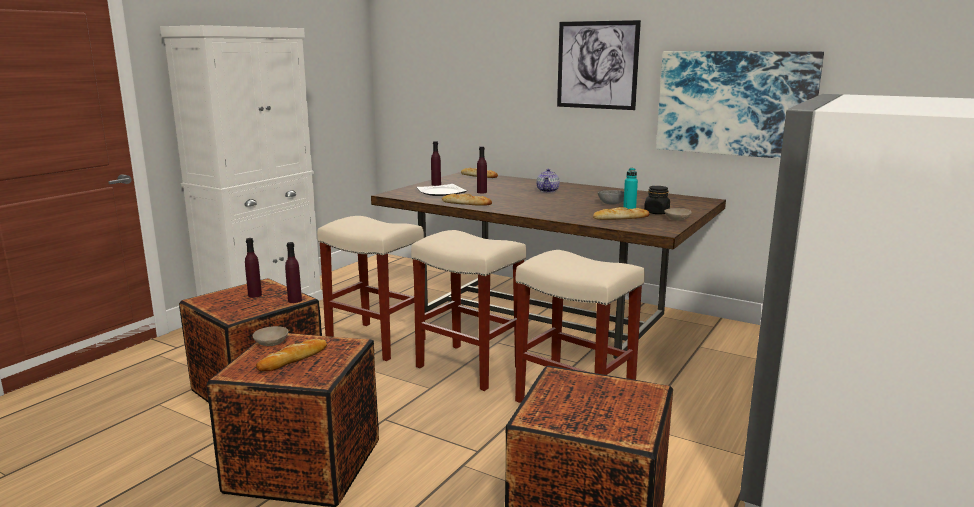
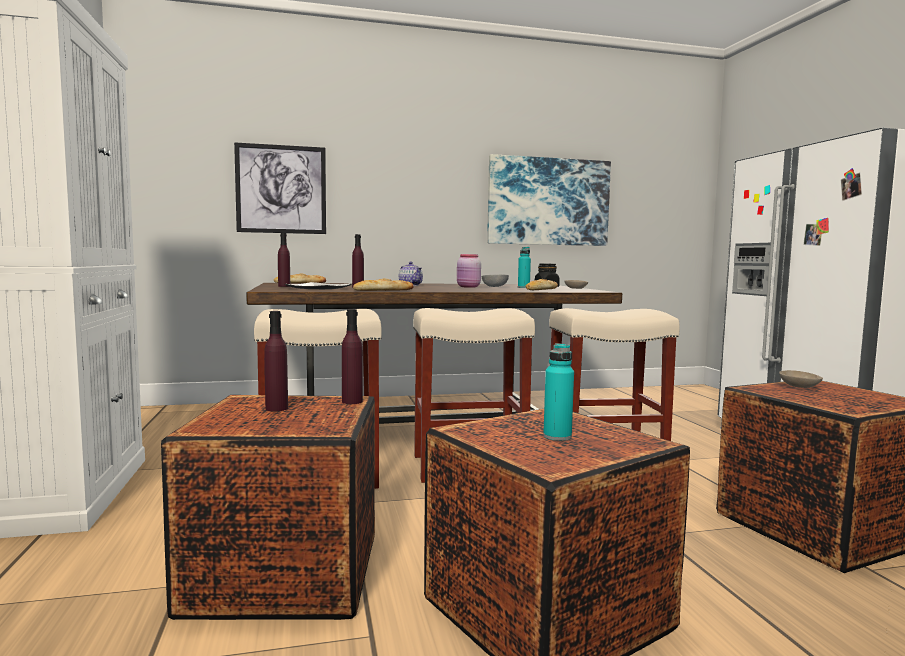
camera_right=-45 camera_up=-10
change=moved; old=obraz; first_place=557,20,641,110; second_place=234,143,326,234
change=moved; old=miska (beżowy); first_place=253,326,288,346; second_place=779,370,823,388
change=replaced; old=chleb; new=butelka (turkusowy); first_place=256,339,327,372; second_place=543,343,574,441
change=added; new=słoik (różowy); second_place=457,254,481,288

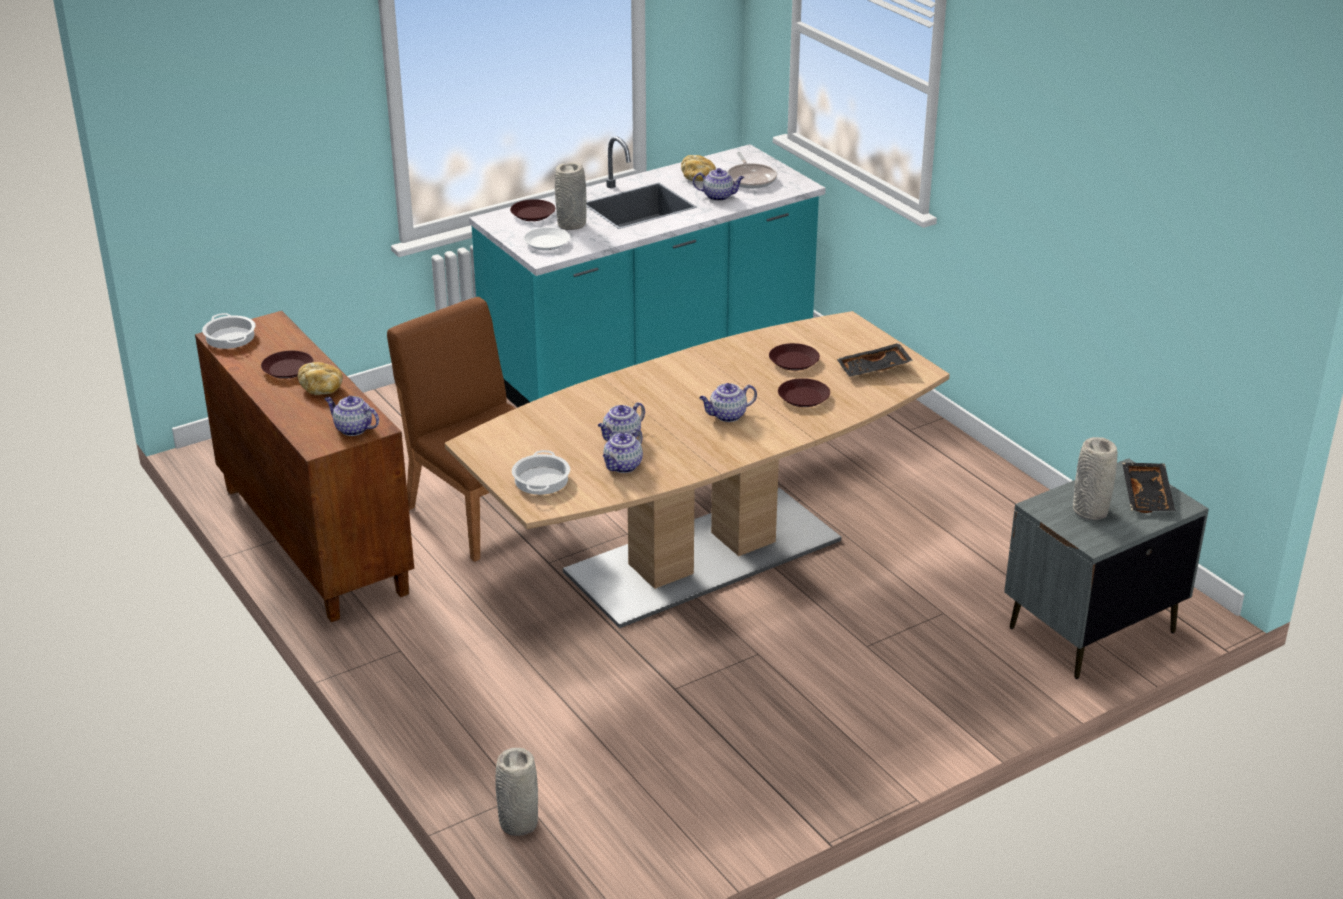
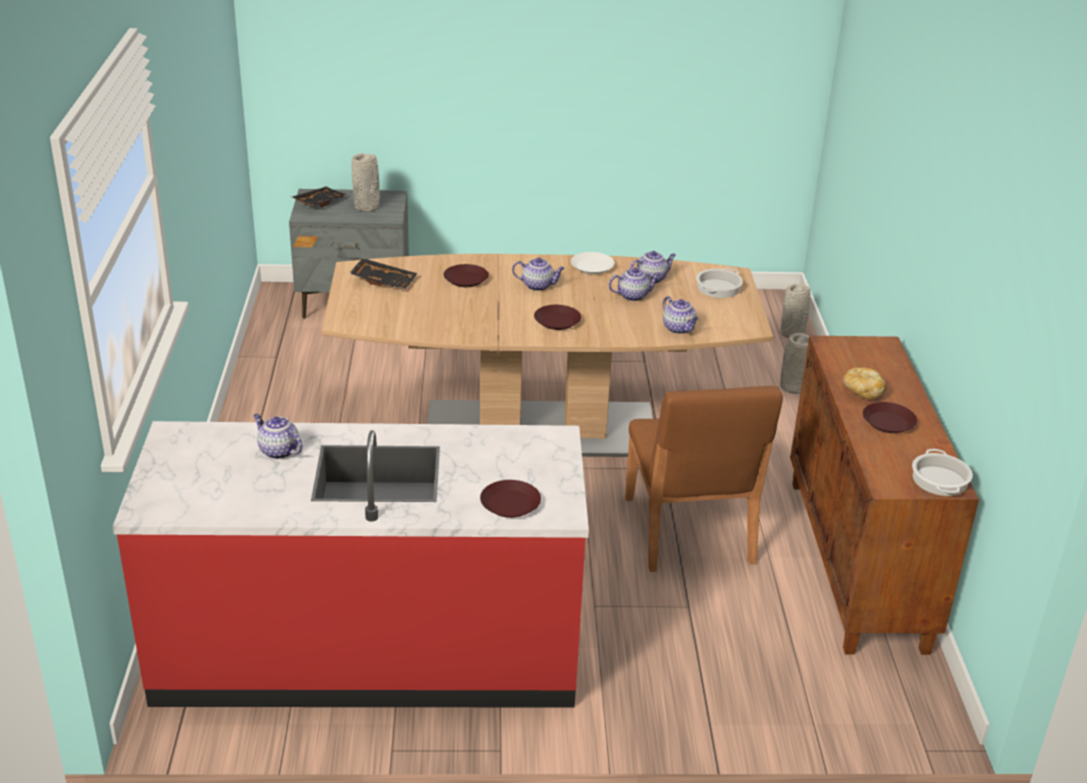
camera_right=-150 camera_up=0
change=recoloured; old=zabudowa kuchenna (turkusowy); new=zabudowa kuchenna (czerwony); first_place=469,136,826,408; second_place=112,421,589,708
change=removed; old=patelnia; first_place=727,152,777,189
change=removed; old=chleb; first_place=681,155,716,181
change=moved; old=wazon (szary); first_place=555,162,587,230; second_place=780,333,809,394
change=moved; old=talerz (biały); first_place=524,227,570,251; second_place=571,252,615,274
change=moved; old=talerz (brązowy); first_place=769,343,820,371; second_place=534,305,581,330
change=moved; old=imbryk; first_place=325,396,379,436; second_place=663,296,698,334

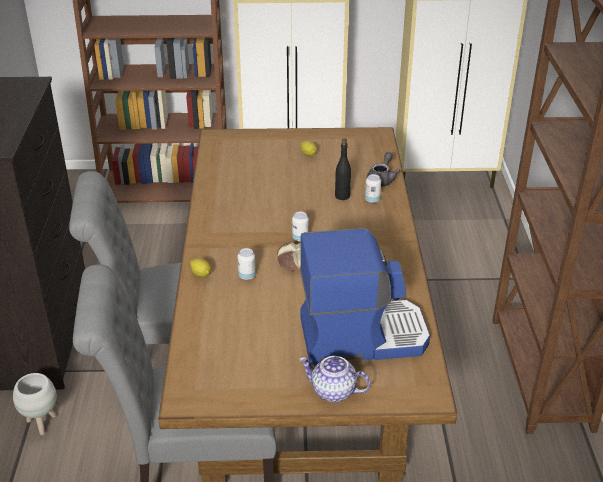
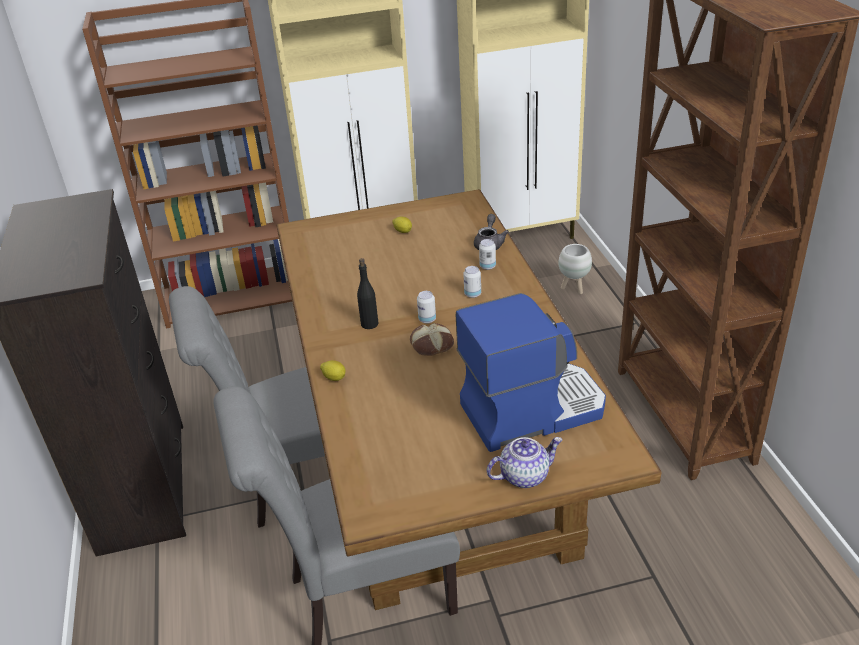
camera_right=-10 camera_up=0
change=moved; old=butelka (czarny); first_place=335,138,351,200; second_place=357,258,378,329
change=moved; old=puszka; first_place=237,248,256,280; second_place=463,266,481,298
change=turned; old=imbryk; first_place=299,356,371,402; second_place=487,437,562,488; degrees=150
change=moved; old=donica (biały); first_place=13,373,57,435; second_place=558,244,592,294

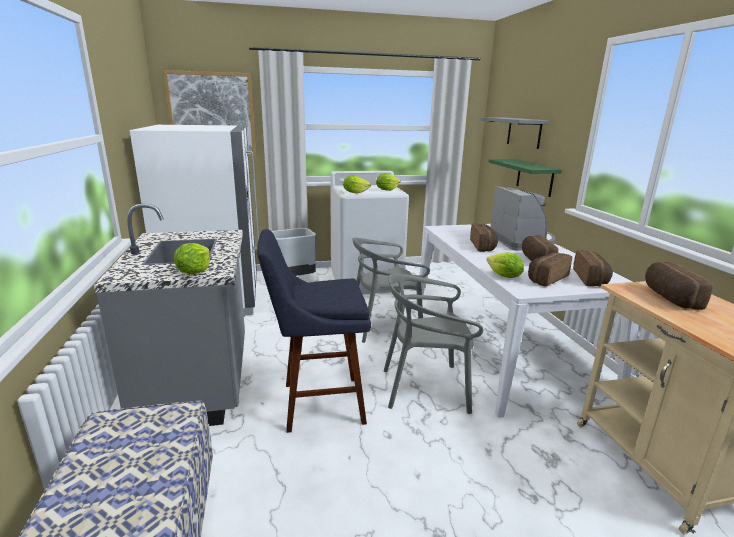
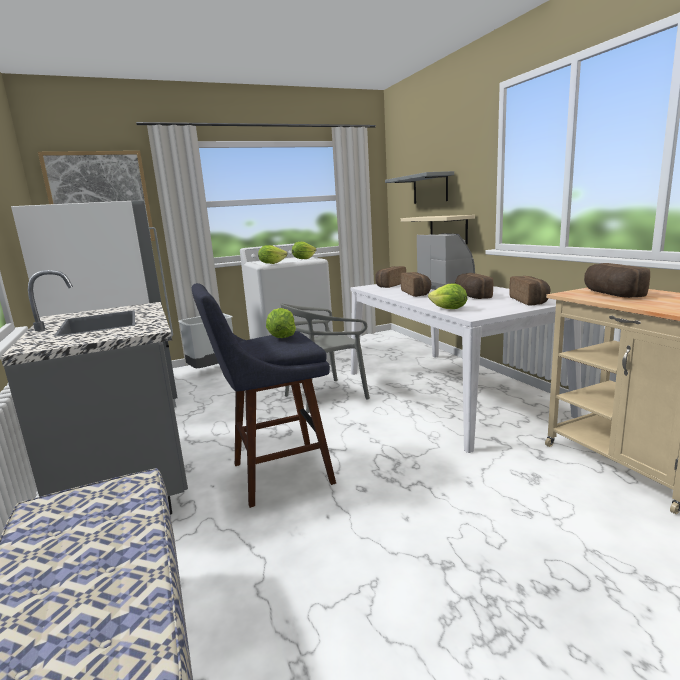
camera_right=-10 camera_up=-5
change=recoloured; old=półka (zielony); new=półka (beżowy); first_place=488,159,562,197; second_place=401,215,475,244
change=moved; old=sałata; first_place=174,243,210,274; second_place=266,308,296,338
change=moved; old=chleb; first_place=528,252,572,287; second_place=375,266,406,288
change=removed; old=krzesło (szary); first_place=384,273,483,414

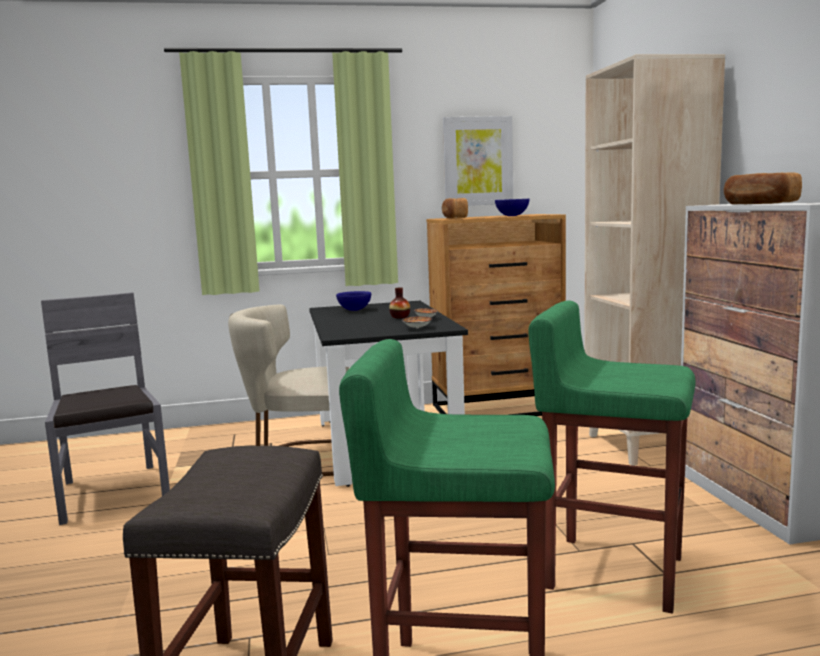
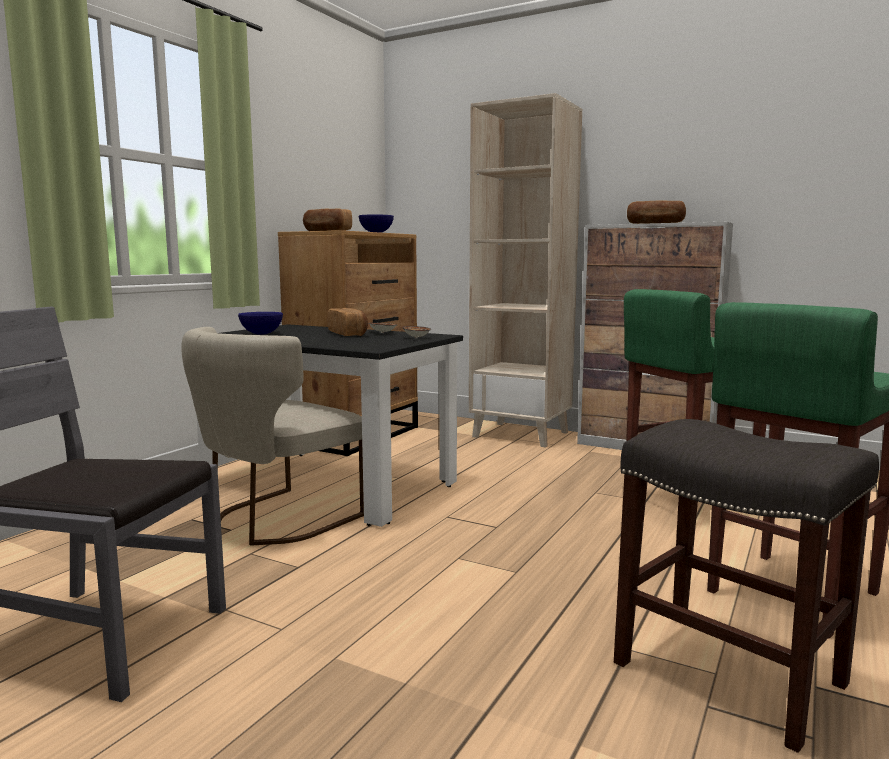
camera_right=-50 camera_up=0
change=removed; old=obraz; first_place=443,116,513,206
change=replaced; old=wazon; new=chleb; first_place=389,287,410,318; second_place=327,308,368,336

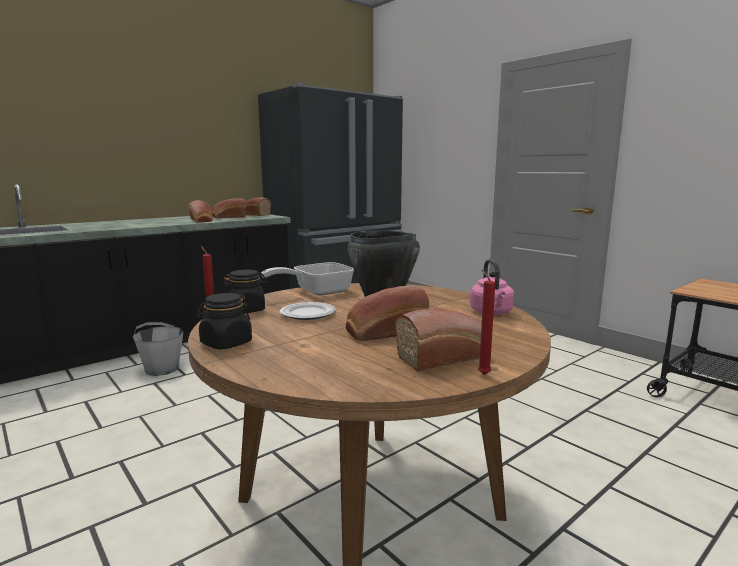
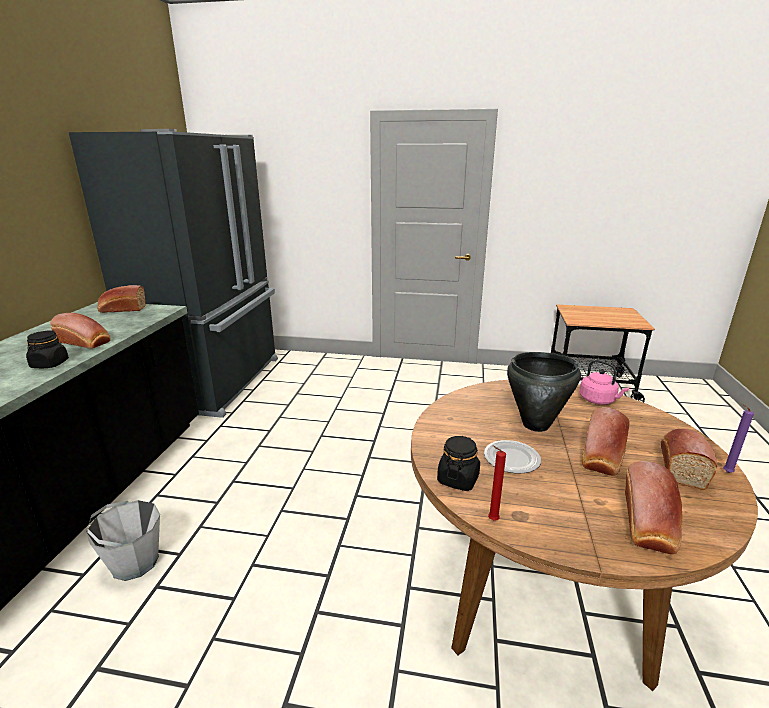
camera_right=-40 camera_up=10
change=moved; old=chleb; first_place=212,198,246,218; second_place=625,461,683,554
change=removed; old=patelnia; first_place=261,262,354,296
change=recoloured; old=świeca (czerwony); new=świeca (fioletowy); first_place=478,269,495,375; second_place=723,404,754,473
change=moved; old=słoik (czarny); first_place=197,293,252,349; second_place=26,330,69,368

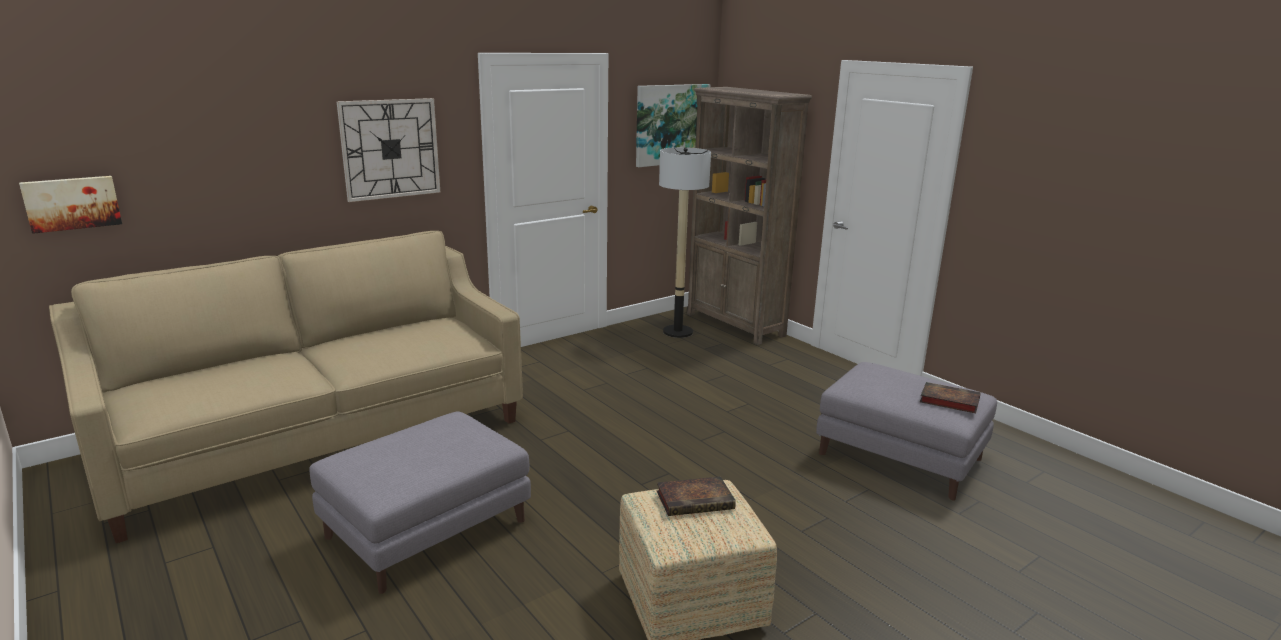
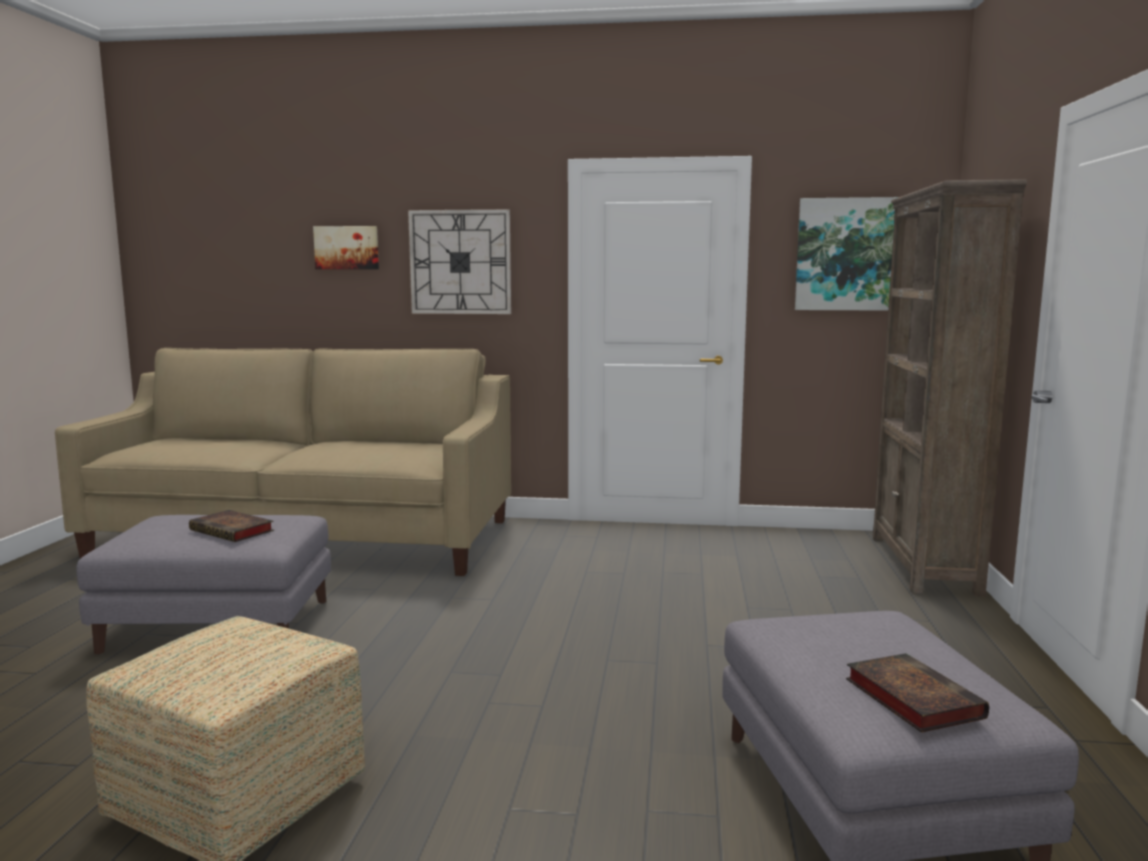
camera_right=45 camera_up=-10
change=removed; old=lampa stojąca; first_place=659,147,711,338
change=moved; old=obraz; first_place=19,176,122,234; second_place=313,226,379,269
change=moved; old=książka; first_place=657,476,736,516; second_place=189,510,274,542

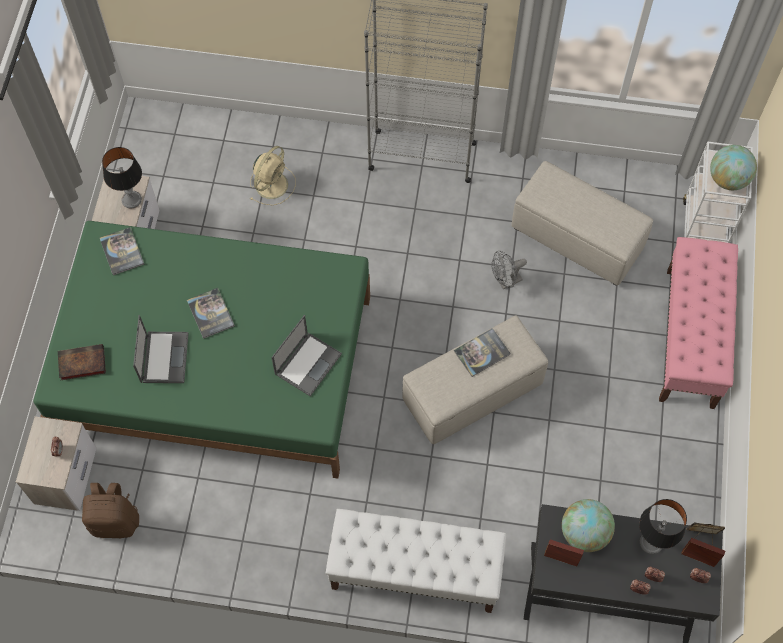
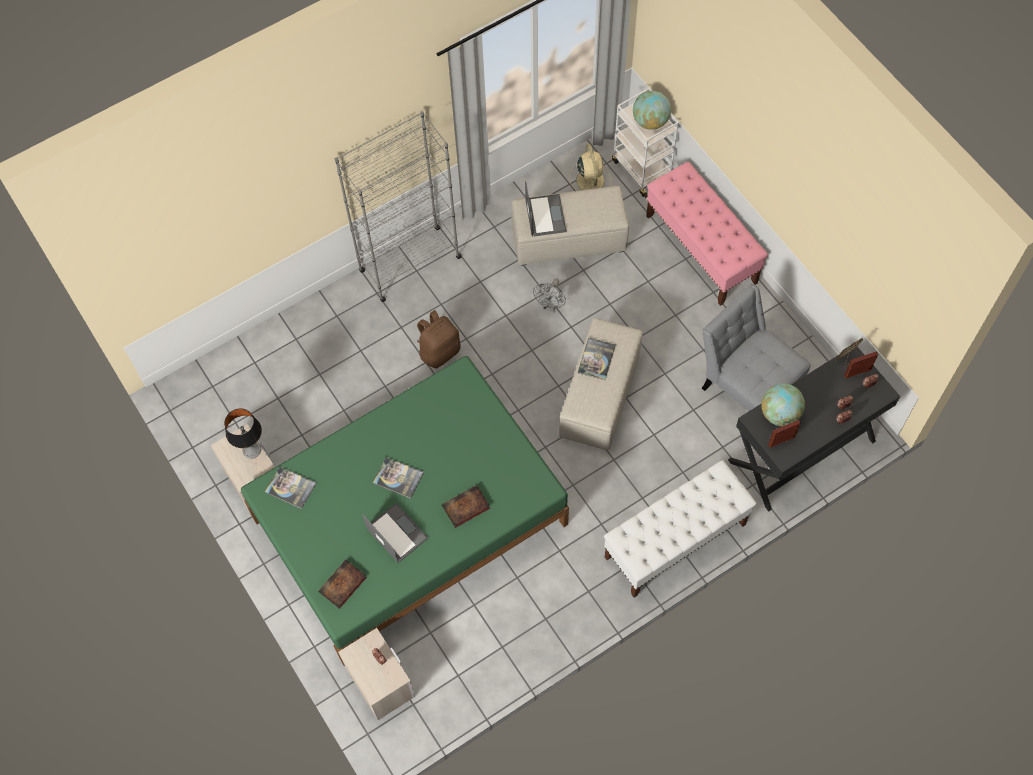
camera_right=-40 camera_up=0
change=moved; old=wentylator (beżowy); first_place=250,146,296,206; second_place=569,144,611,191
change=moved; old=laptop; first_place=271,315,342,396; second_place=525,181,567,237
change=moved; old=plecak (brązowy); first_place=82,483,139,538; second_place=417,310,461,368
change=removed; old=lampa stołowa; first_place=639,499,687,554
change=added; new=krzesło (szary); second_place=702,284,811,411
change=added; new=książka; second_place=442,485,490,528

